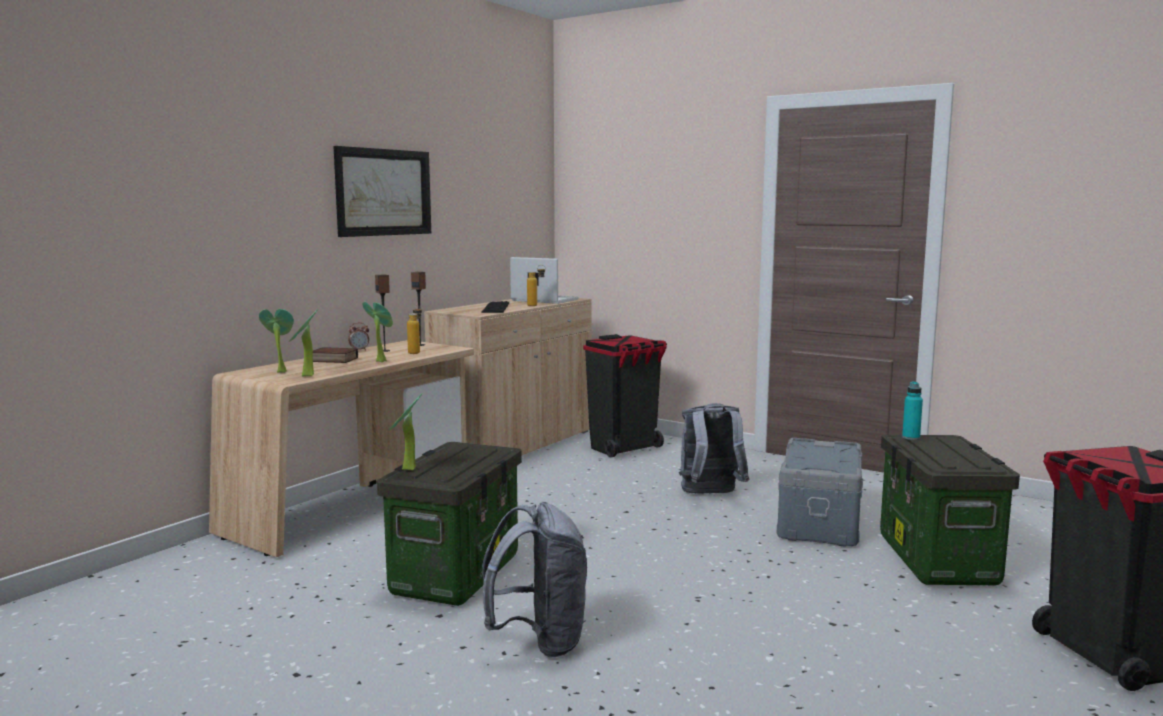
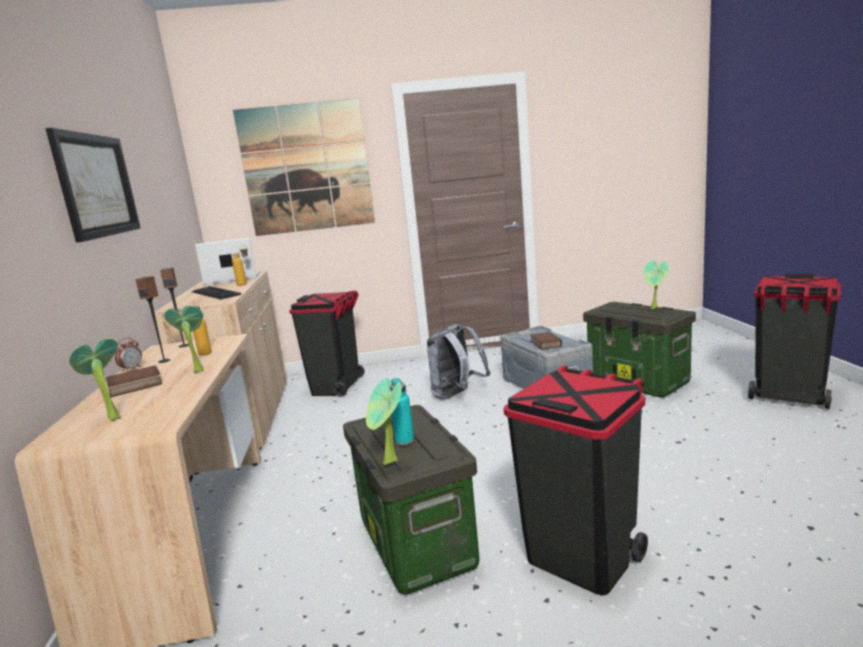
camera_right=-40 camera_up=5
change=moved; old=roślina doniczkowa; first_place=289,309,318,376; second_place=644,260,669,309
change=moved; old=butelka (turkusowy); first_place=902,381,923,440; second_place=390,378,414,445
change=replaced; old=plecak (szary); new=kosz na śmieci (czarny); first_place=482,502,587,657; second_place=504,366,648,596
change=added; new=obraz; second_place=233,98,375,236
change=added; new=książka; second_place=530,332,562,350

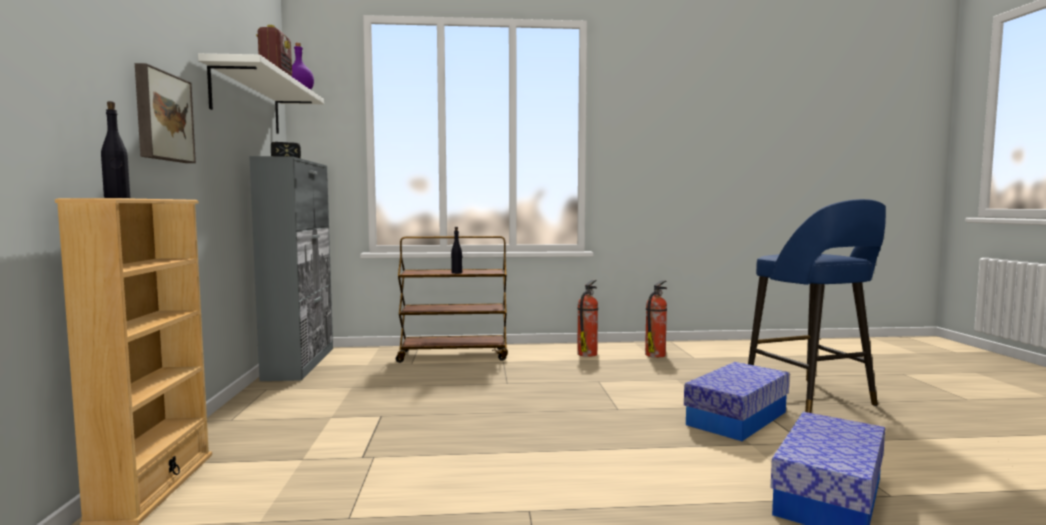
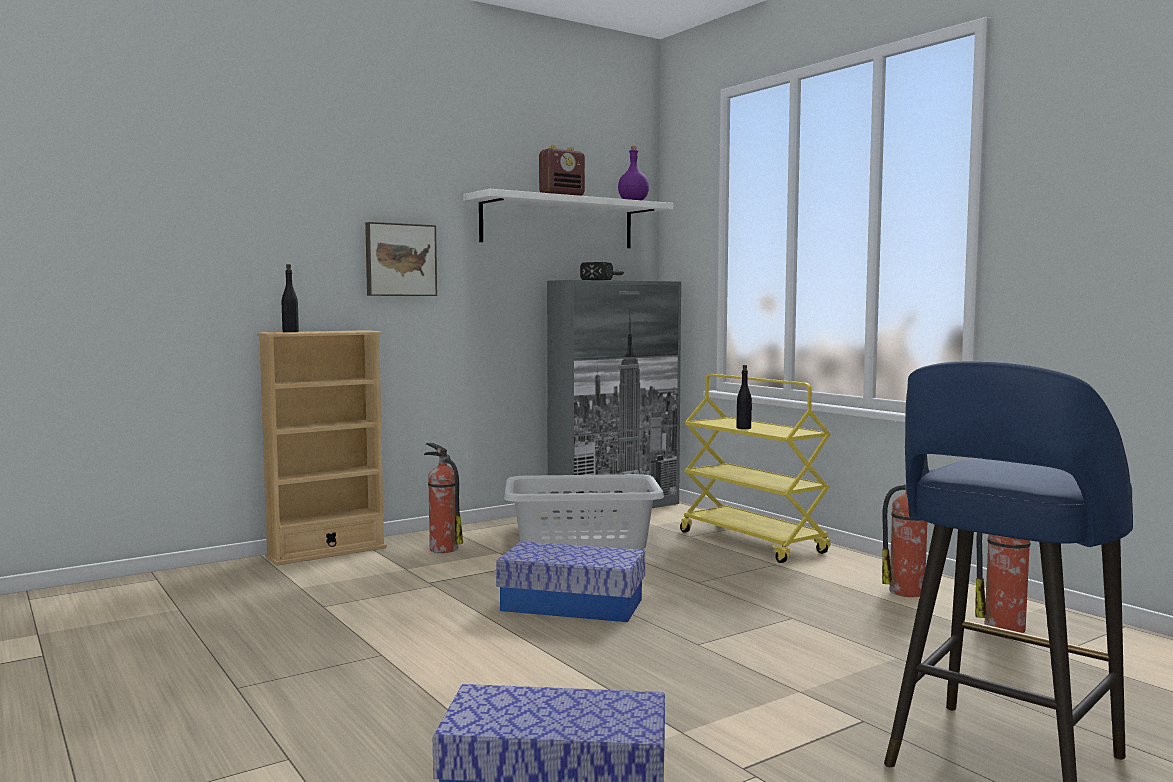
camera_right=60 camera_up=0
change=recoloured; old=wózek (brązowy); new=wózek (żółty); first_place=396,236,508,363; second_place=680,374,831,563
change=moved; old=pojemnik do przechowywania; first_place=684,362,790,441; second_place=496,541,645,622
change=added; new=gaśnica; second_place=424,442,463,553
change=added; new=kosz na pranie (szary); second_place=504,474,664,549

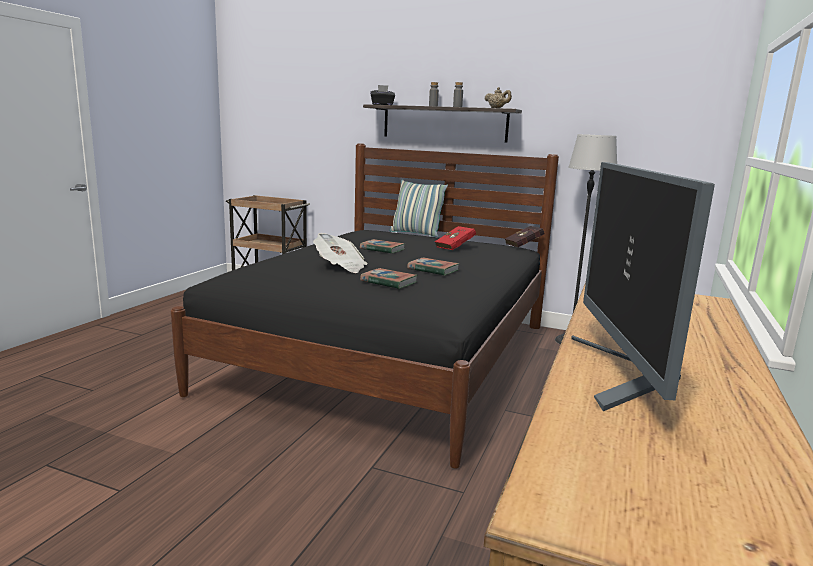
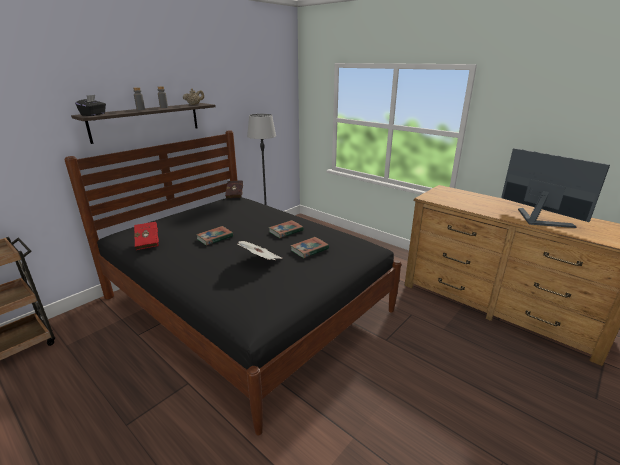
camera_right=-70 camera_up=10
change=turned; old=monitor; first_place=571,162,715,411; second_place=501,148,610,228; degrees=-150
change=removed; old=poduszka; first_place=390,179,448,237
change=moved; old=książka (czerwony); first_place=435,226,476,250; second_place=134,222,159,250

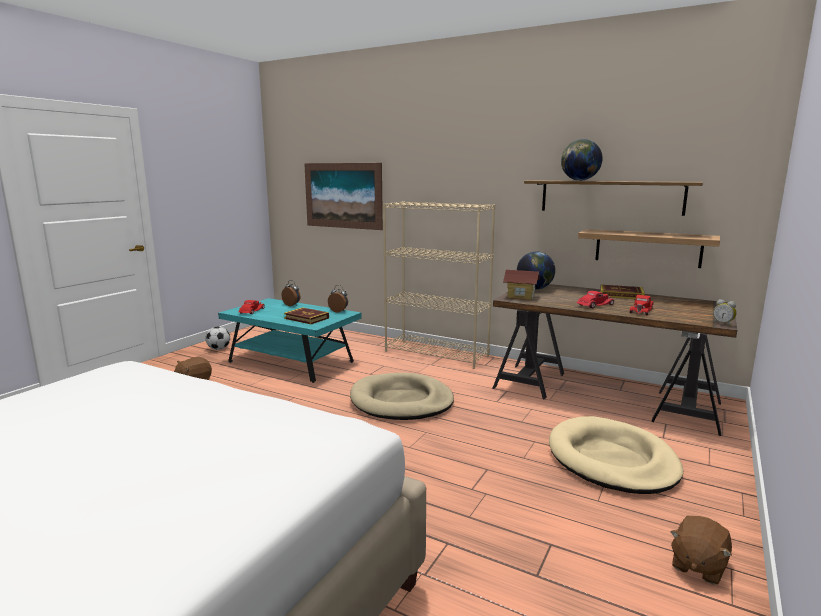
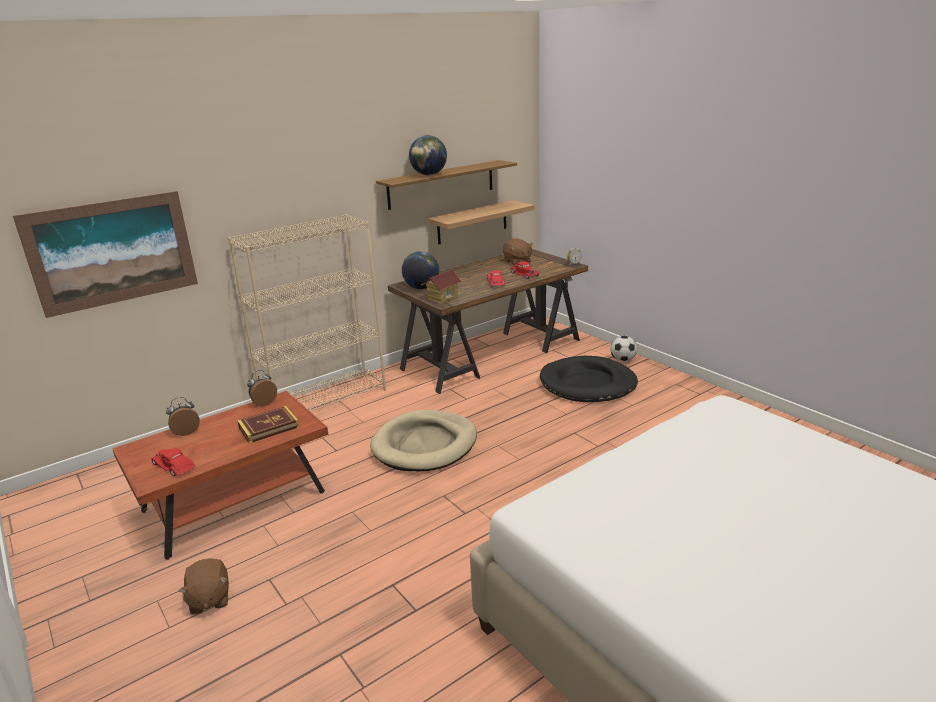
camera_right=-65 camera_up=10
change=removed; old=książka; first_place=600,285,645,299
change=recoloured; old=ława (turkusowy); new=ława (brązowy); first_place=218,298,362,383; second_place=112,391,328,560
change=moved; old=piłka futbolowa; first_place=205,327,230,350; second_place=610,336,637,362
change=recoloured; old=legowisko (beżowy); new=legowisko (czarny); first_place=549,416,683,494; second_place=540,356,638,402
change=moved; old=pluszak (brązowy); first_place=670,516,732,585; second_place=503,238,533,265

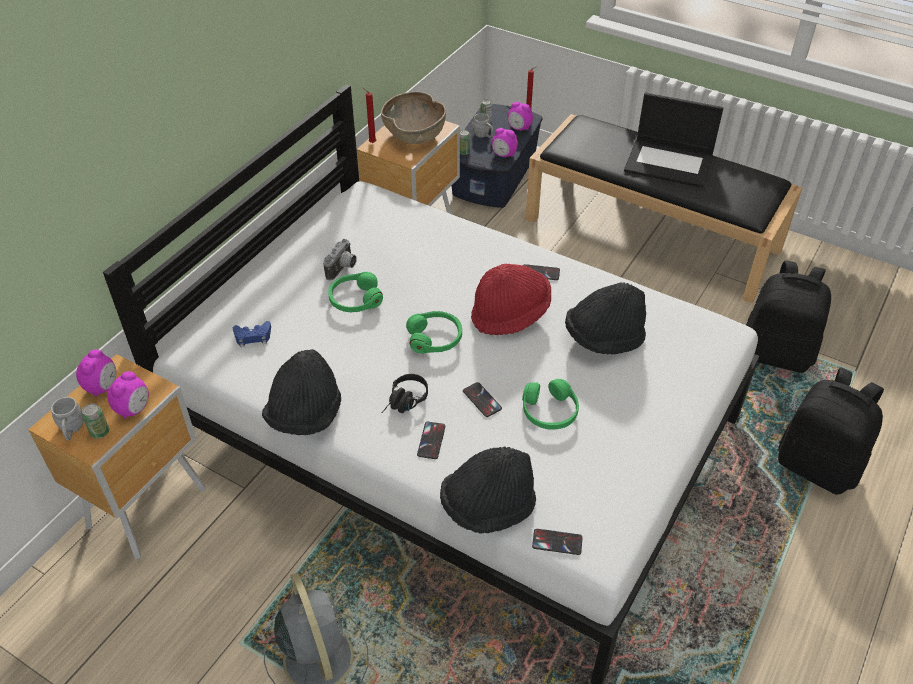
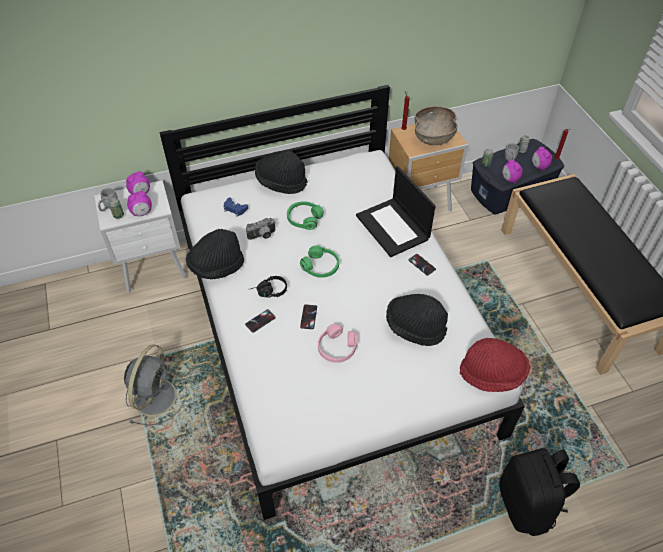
camera_right=40 camera_up=5
change=moved; old=laptop; first_place=624,93,723,188; second_place=356,166,436,257
change=moved; old=aparat fotograficzny; first_place=323,239,357,280; second_place=246,218,275,240
change=removed; old=plecak (czarny); first_place=746,260,831,373
change=moved; old=kapelusz (czerwony); first_place=471,264,551,335; second_place=460,338,530,392
change=recoloured; old=szafka nocna (brązowy); new=szafka nocna (biały); first_place=28,354,206,560; second_place=94,180,186,293
change=recoloured; old=słuchawki (zielony); new=słuchawki (różowy); first_place=522,379,579,430; second_place=318,324,358,363
change=moved; old=kapelusz (czarny); first_place=440,447,536,533; second_place=255,150,308,194
change=removed; old=telefon; first_place=532,529,583,555

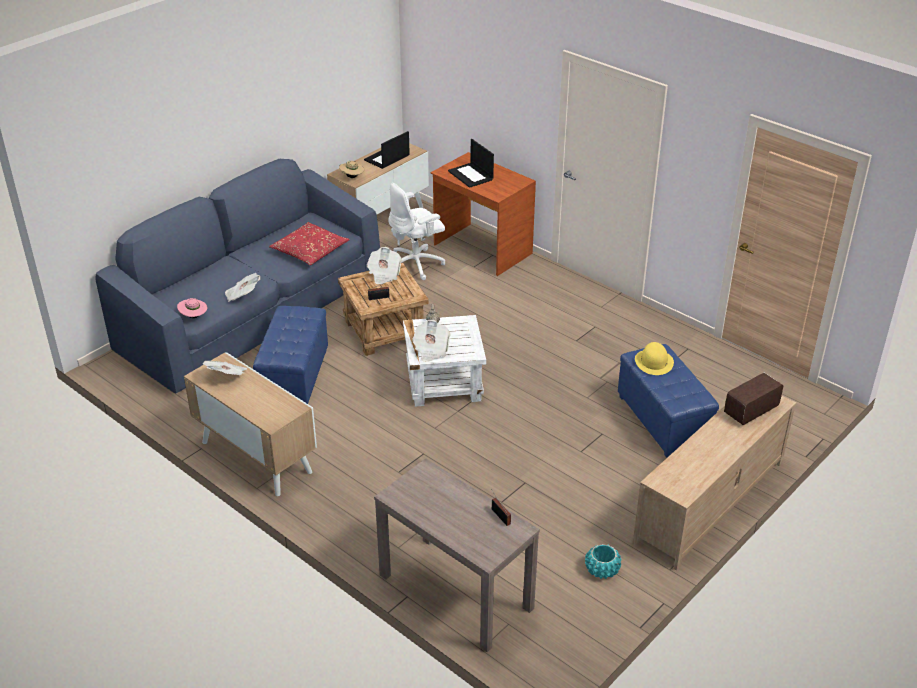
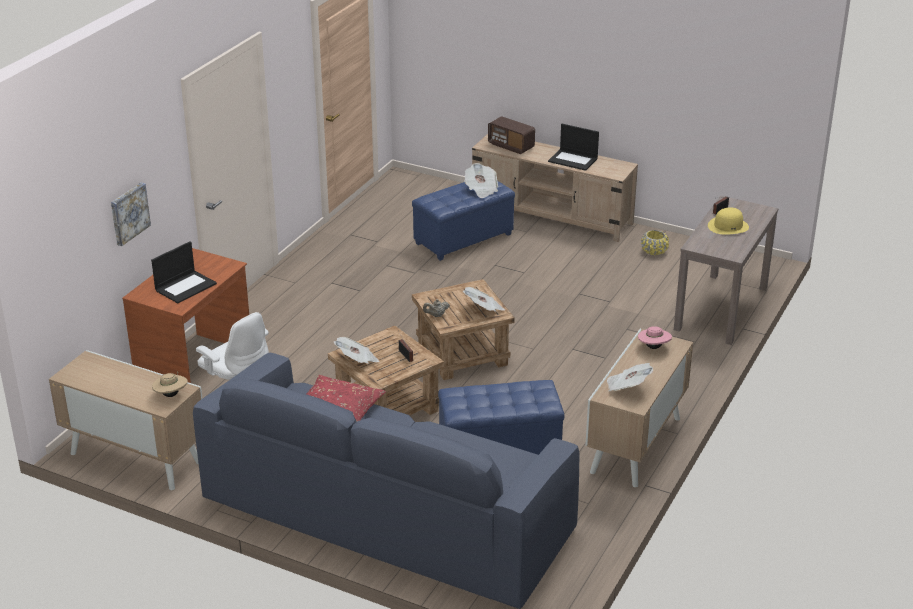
camera_right=-105 camera_up=-5
change=moved; old=laptop; first_place=364,131,410,169; second_place=548,124,599,171
change=moved; old=gazeta; first_place=225,273,260,302; second_place=465,163,498,198
change=moved; old=kapelusz (różowy); first_place=177,298,207,318; second_place=638,326,672,349
change=recoloured; old=stolik (biały); new=stolik (brązowy); first_place=403,315,486,407; second_place=412,279,515,380
change=moved; old=kapelusz (żółty); first_place=635,342,674,375; second_place=708,207,749,235
change=recoloured; old=donica (turkusowy); new=donica (żółty); first_place=585,544,621,579; second_place=641,230,669,255
change=added; new=obraz; second_place=111,183,151,246

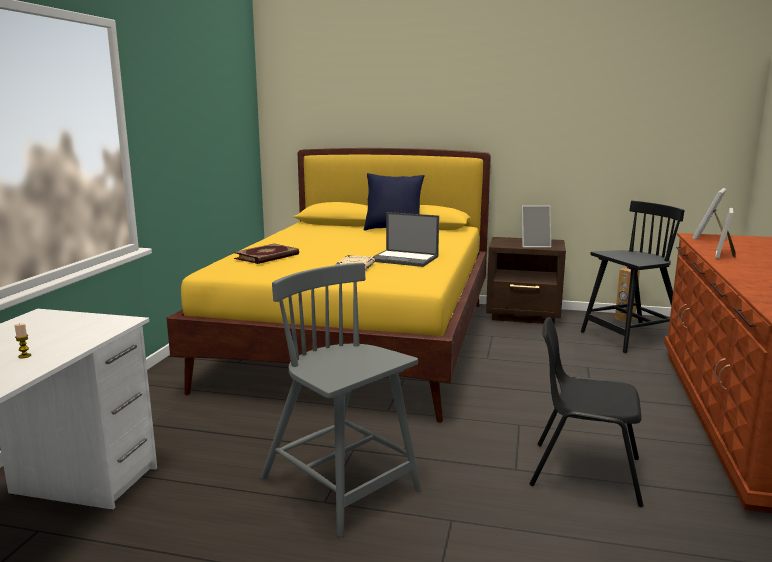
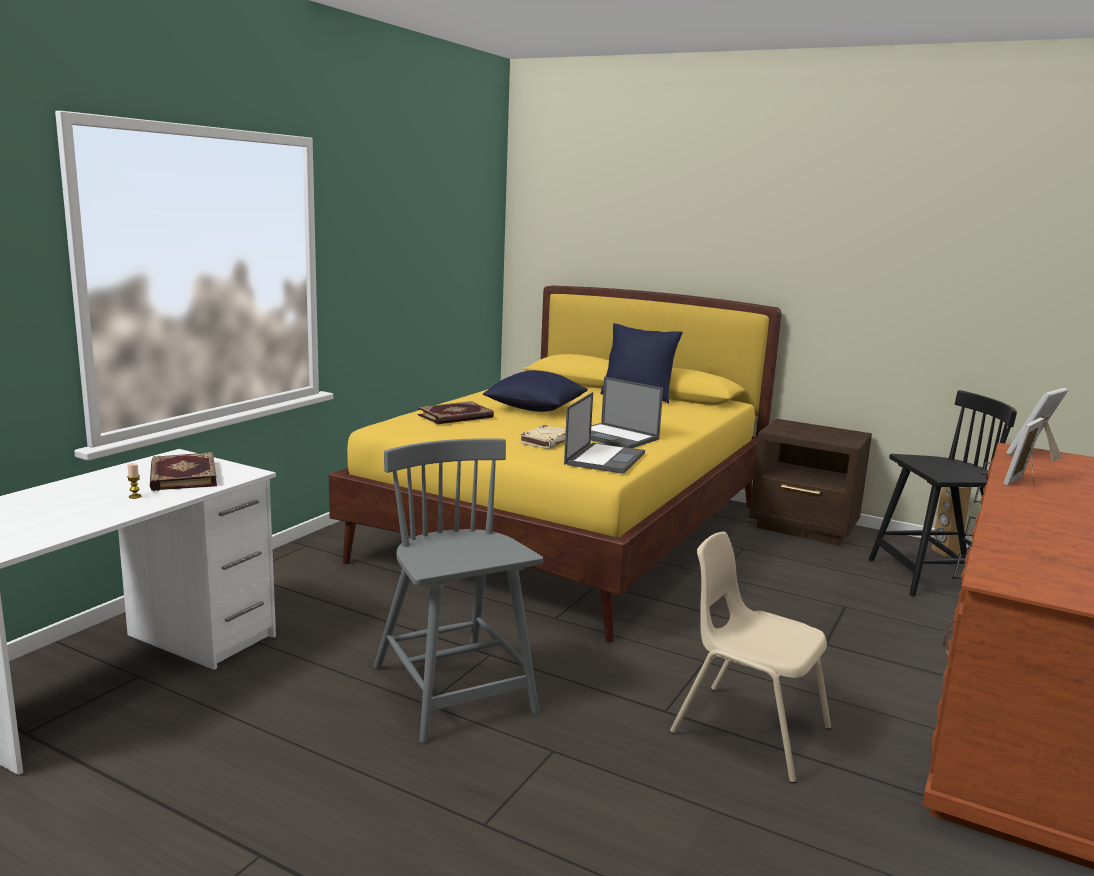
camera_right=15 camera_up=0
change=removed; old=ramka na zdjęcie; first_place=522,206,551,248
change=recoloured; old=krzesło (czarny); new=krzesło (beżowy); first_place=529,317,643,507; second_place=670,531,831,783
change=added; new=poduszka (niebieski); second_place=483,370,588,412
change=added; new=laptop; second_place=564,392,645,474
change=added; new=książka; second_place=150,452,217,491

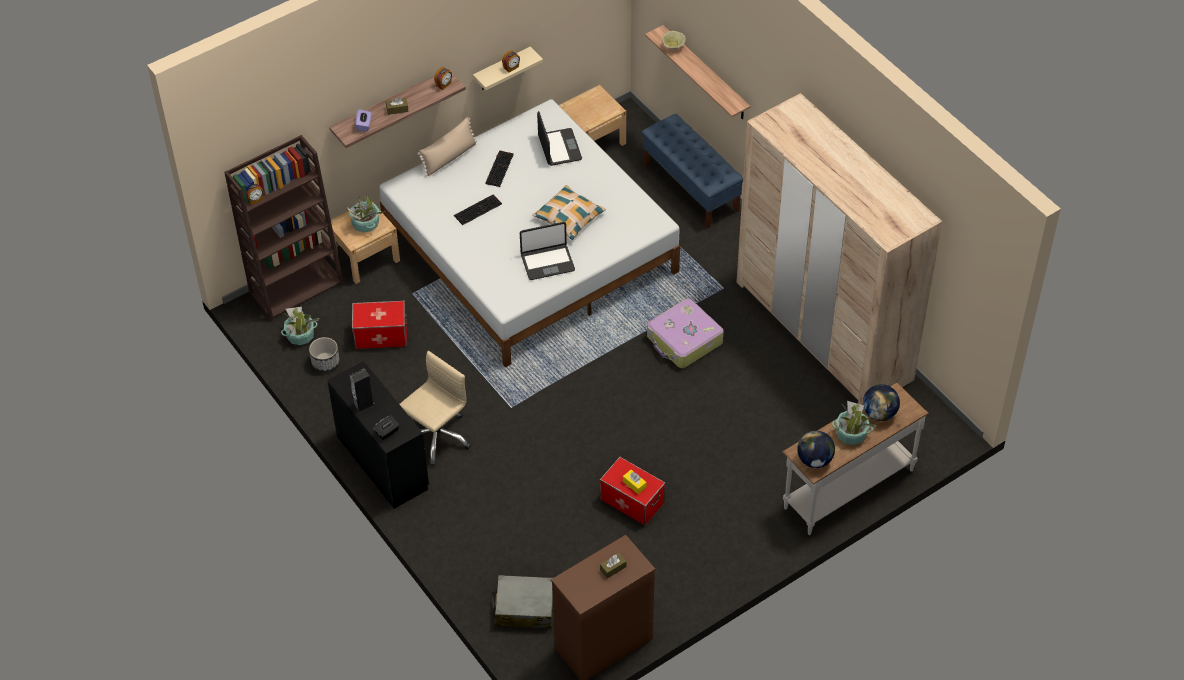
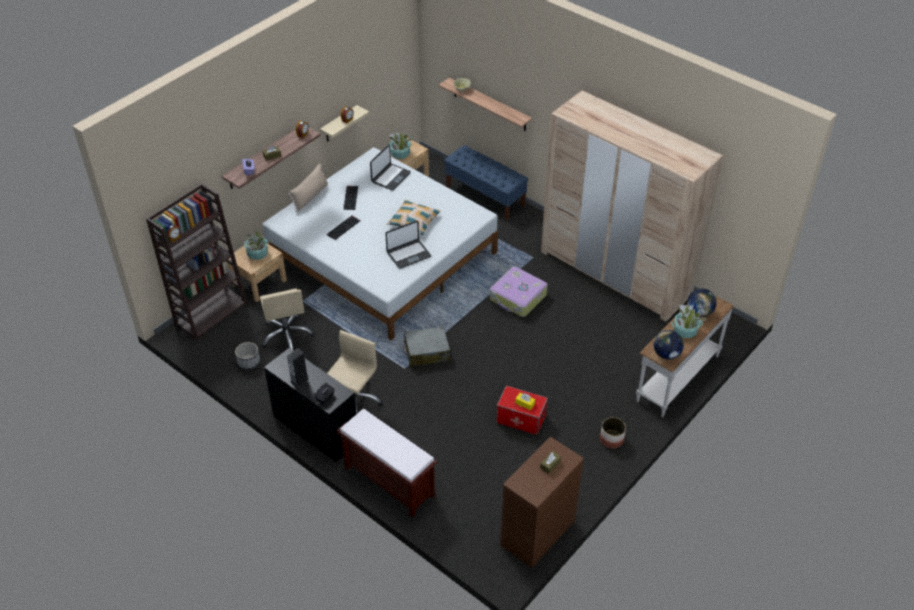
camera_right=-15 camera_up=-5
change=turned; old=laptop; first_place=537,111,582,166; second_place=370,144,411,190; degrees=60
change=replaced; old=pojemnik do przechowywania; new=krzesło biurowe (beżowy); first_place=352,301,407,349; second_place=260,288,315,350
change=moved; old=roślina doniczkowa; first_place=281,307,319,345; second_place=389,133,413,159
change=moved; old=walizka (szary); first_place=493,575,553,629; second_place=403,326,450,367
change=added; new=ławka (brązowy); second_place=337,409,437,518
change=added; new=donica; second_place=600,417,626,449

